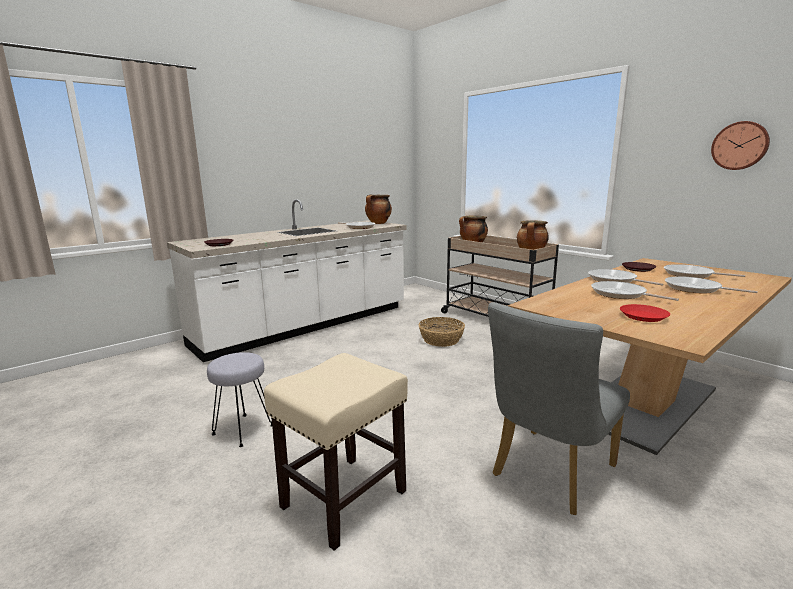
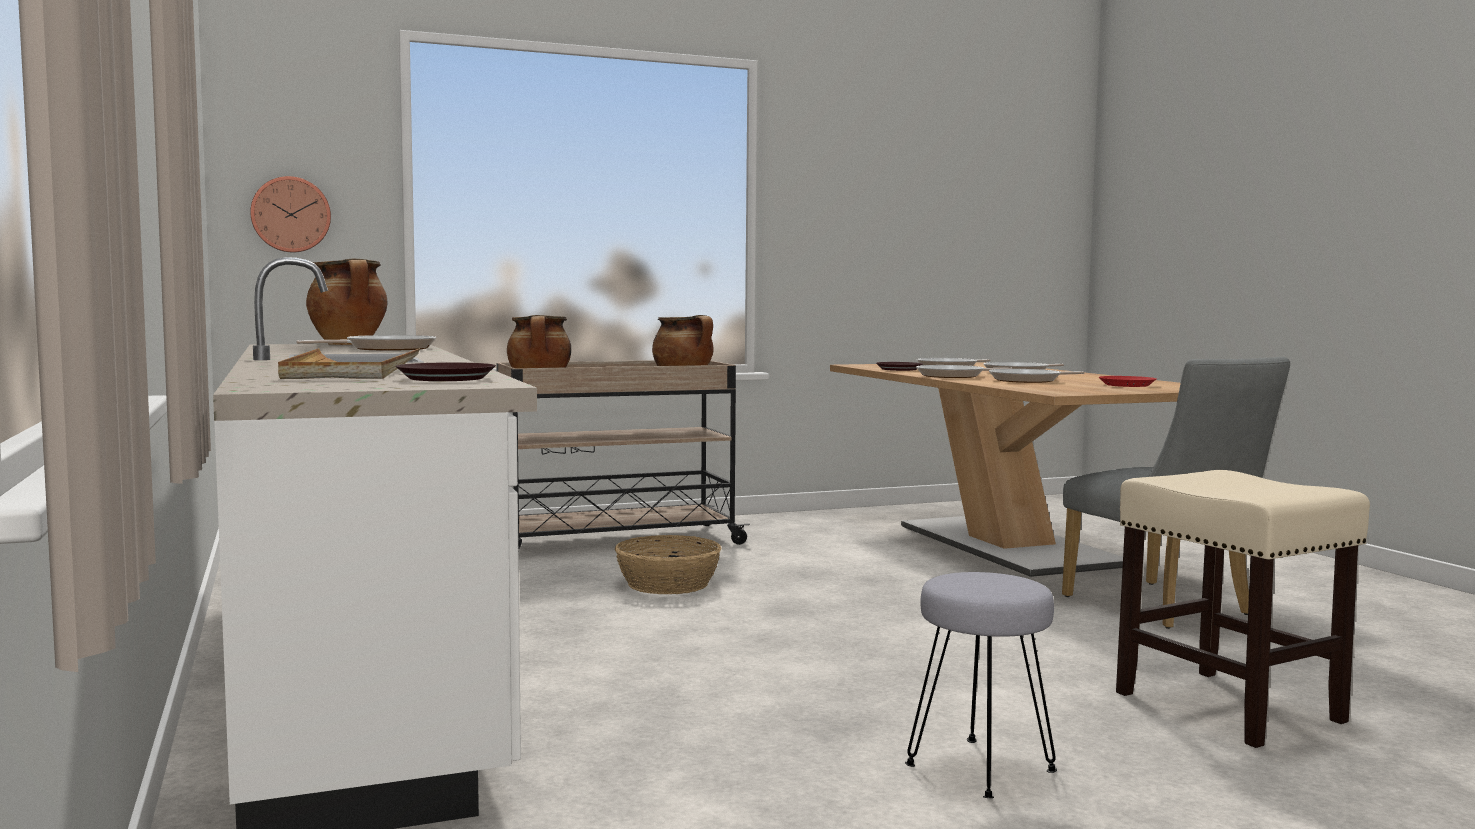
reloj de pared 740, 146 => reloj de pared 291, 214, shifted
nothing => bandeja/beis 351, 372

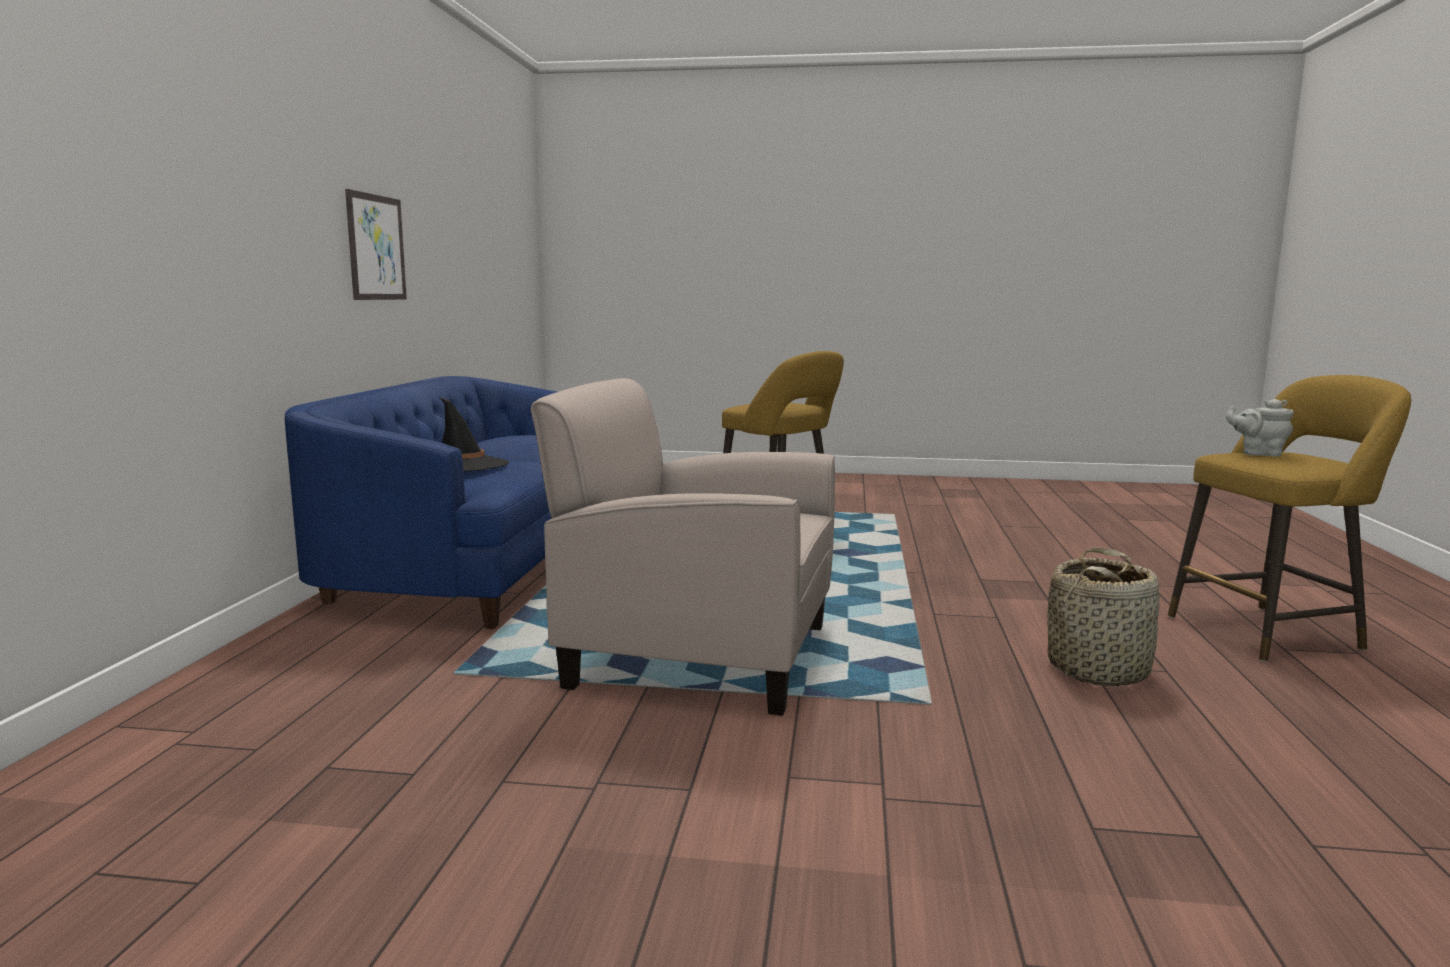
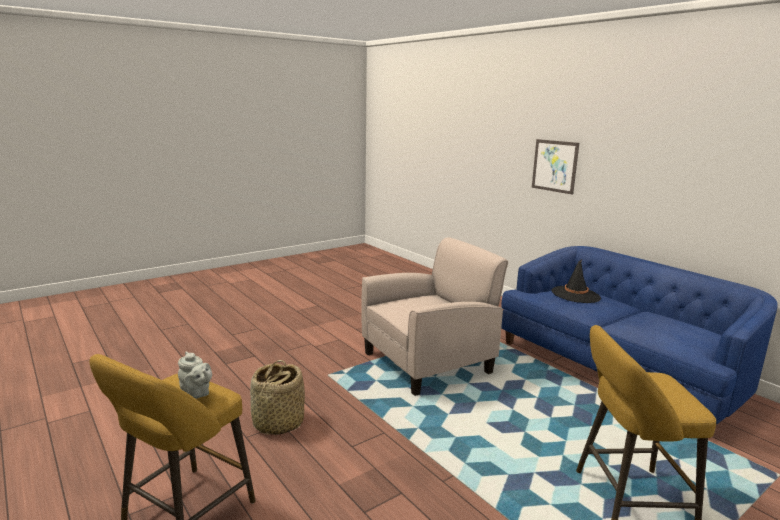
cuadro 376, 247 => cuadro 554, 166, shifted
tetera/gris 1258, 453 => tetera/gris 196, 394, 60 degrees clockwise

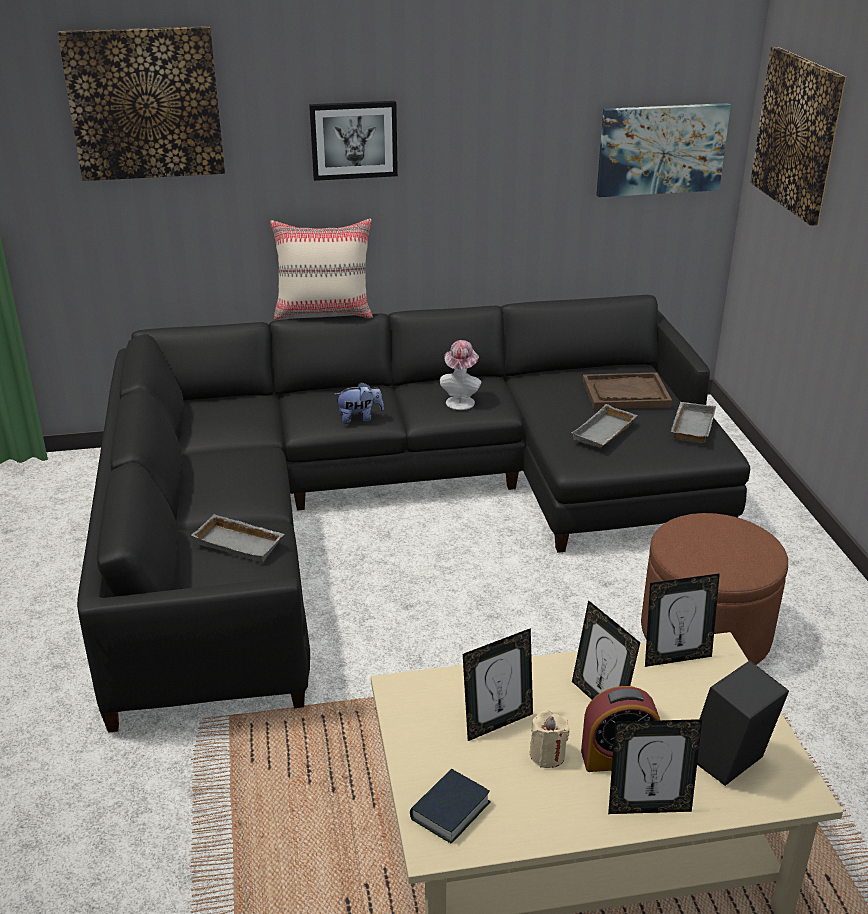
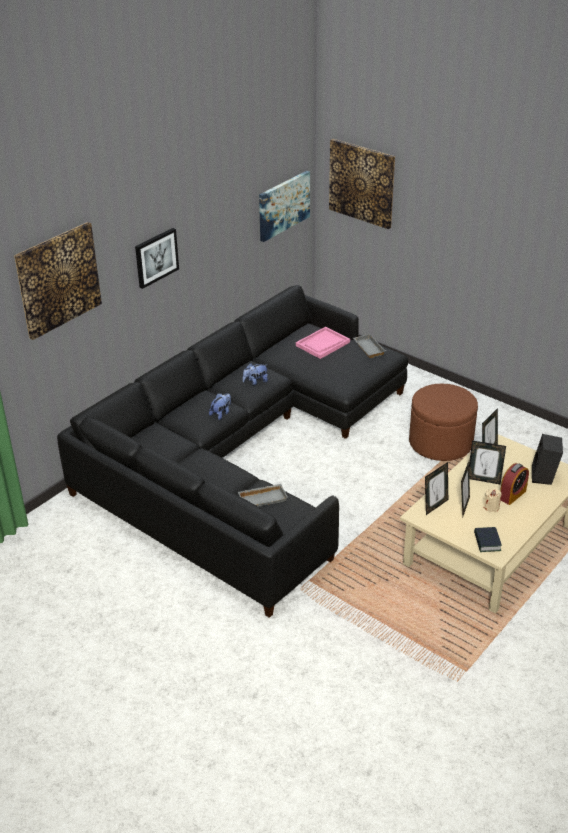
cojín/beis 324, 312 => nothing
sombrero 460, 401 => peluche 255, 382
bandeja/gris 605, 433 => nothing
bandeja/marrón 625, 394 => bandeja/rosa 322, 344
portarretratos 648, 807 => portarretratos 435, 506, shifted

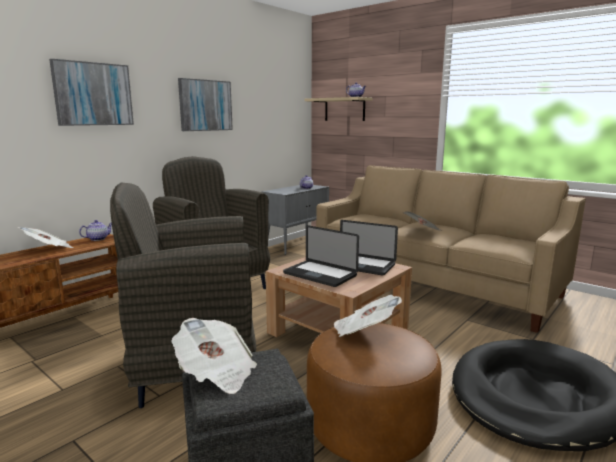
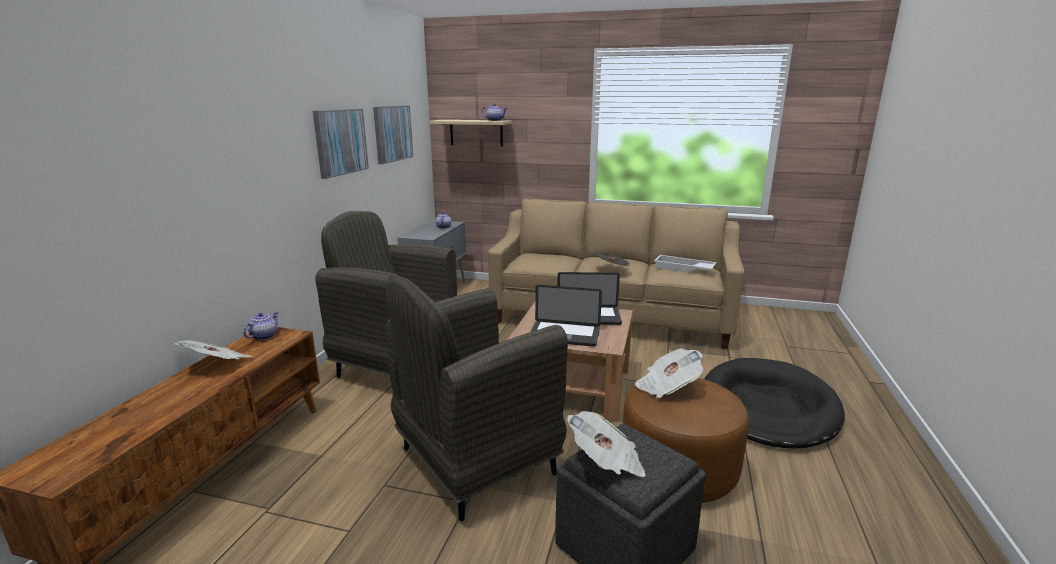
cuadro 93, 94 => cuadro 392, 133, shifted
nothing => bandeja/blanco 683, 269

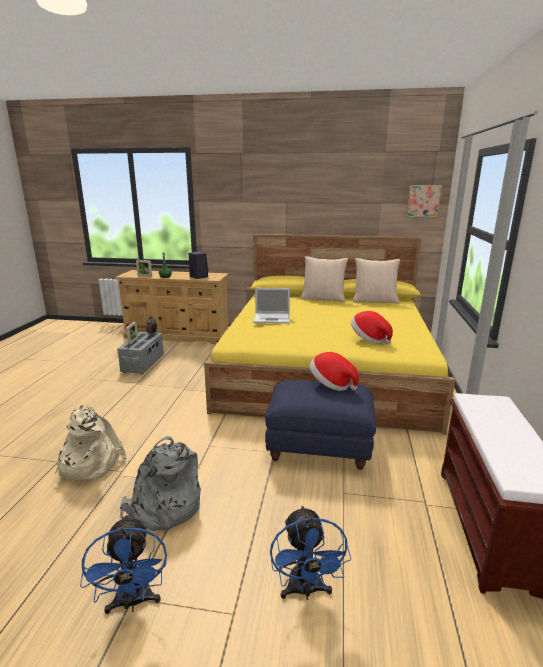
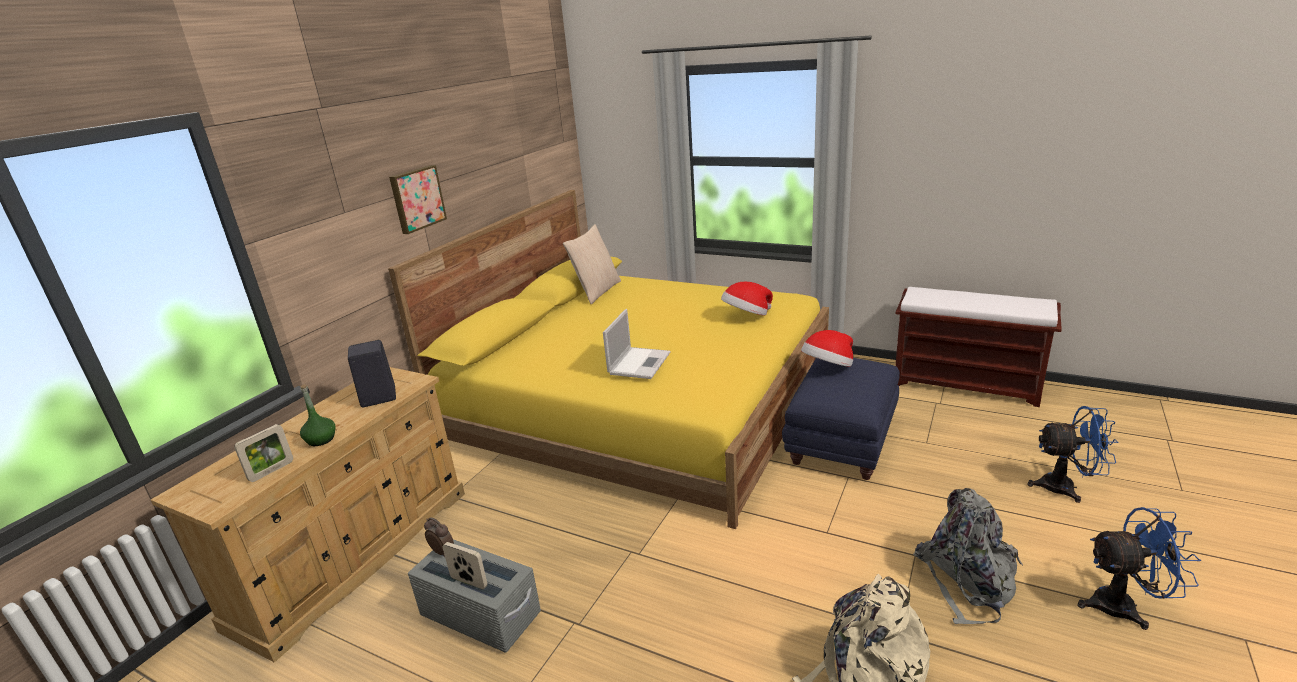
cojín/beis 323, 299 => nothing
cuadro 423, 201 => cuadro 416, 198, shifted

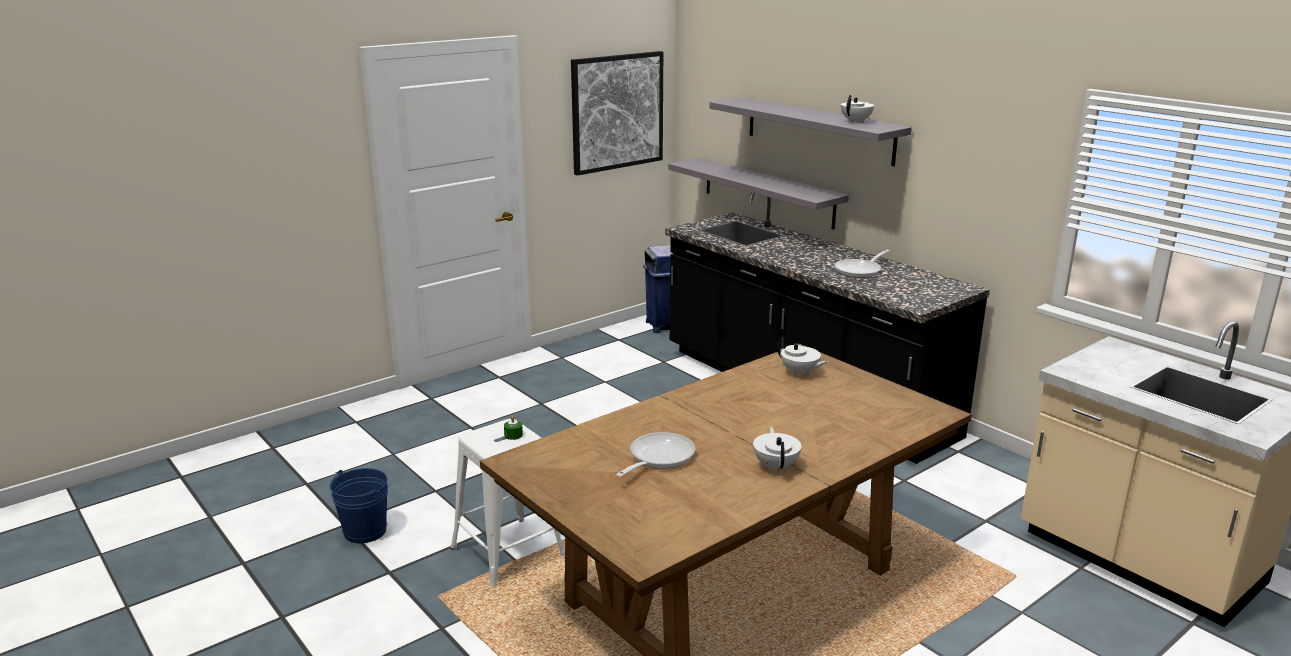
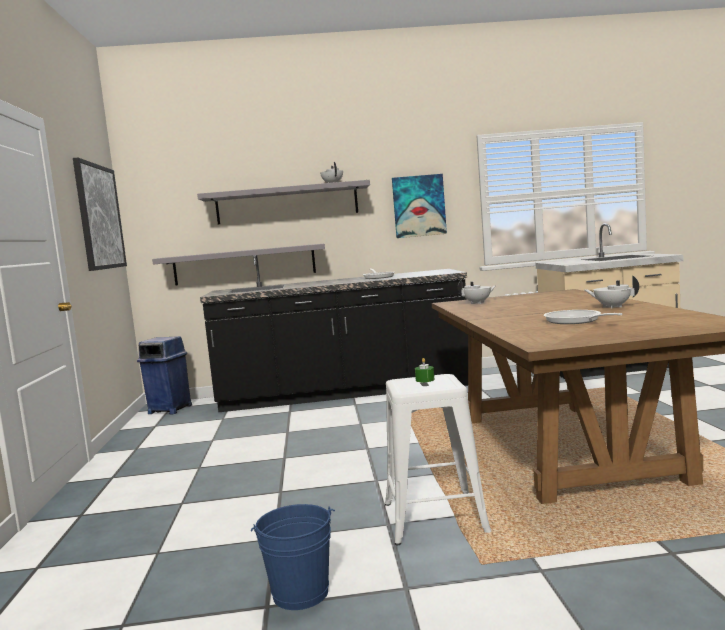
nothing => cuadro 419, 206

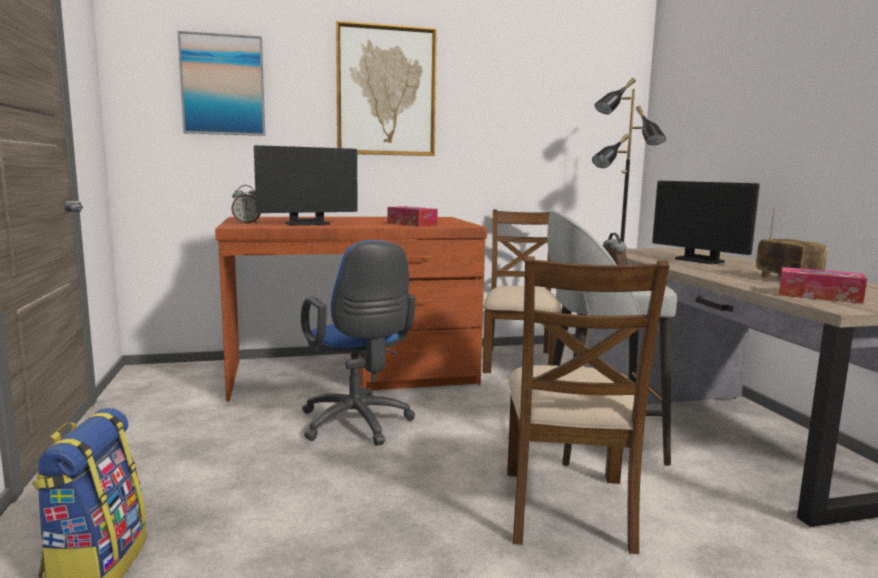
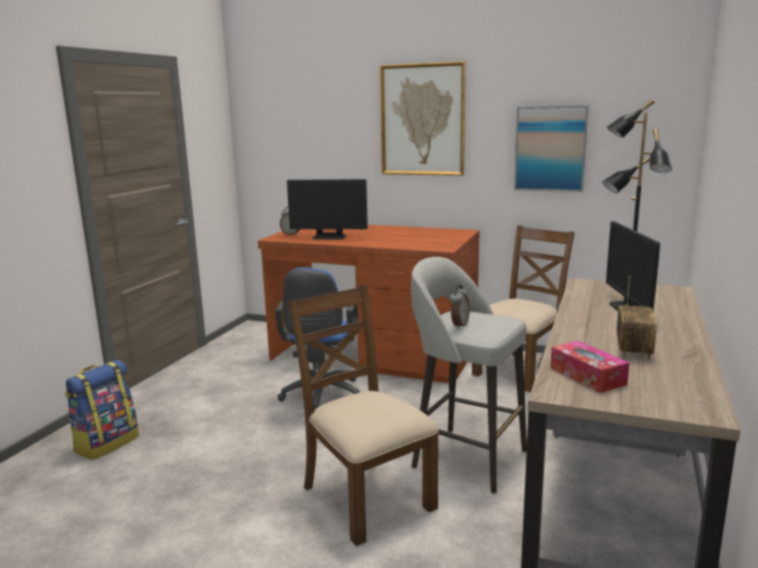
cuadro 223, 85 => cuadro 550, 149, shifted
caja de pañuelos 412, 224 => nothing
silla/marrón 568, 508 => silla/marrón 366, 497, 105 degrees clockwise

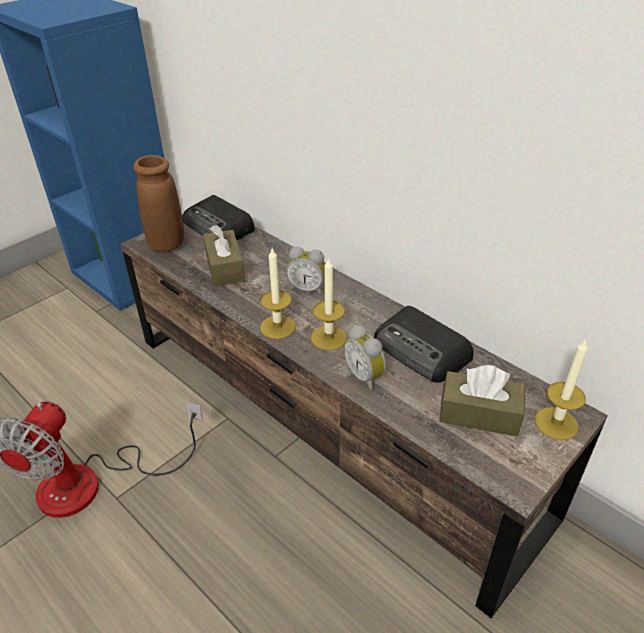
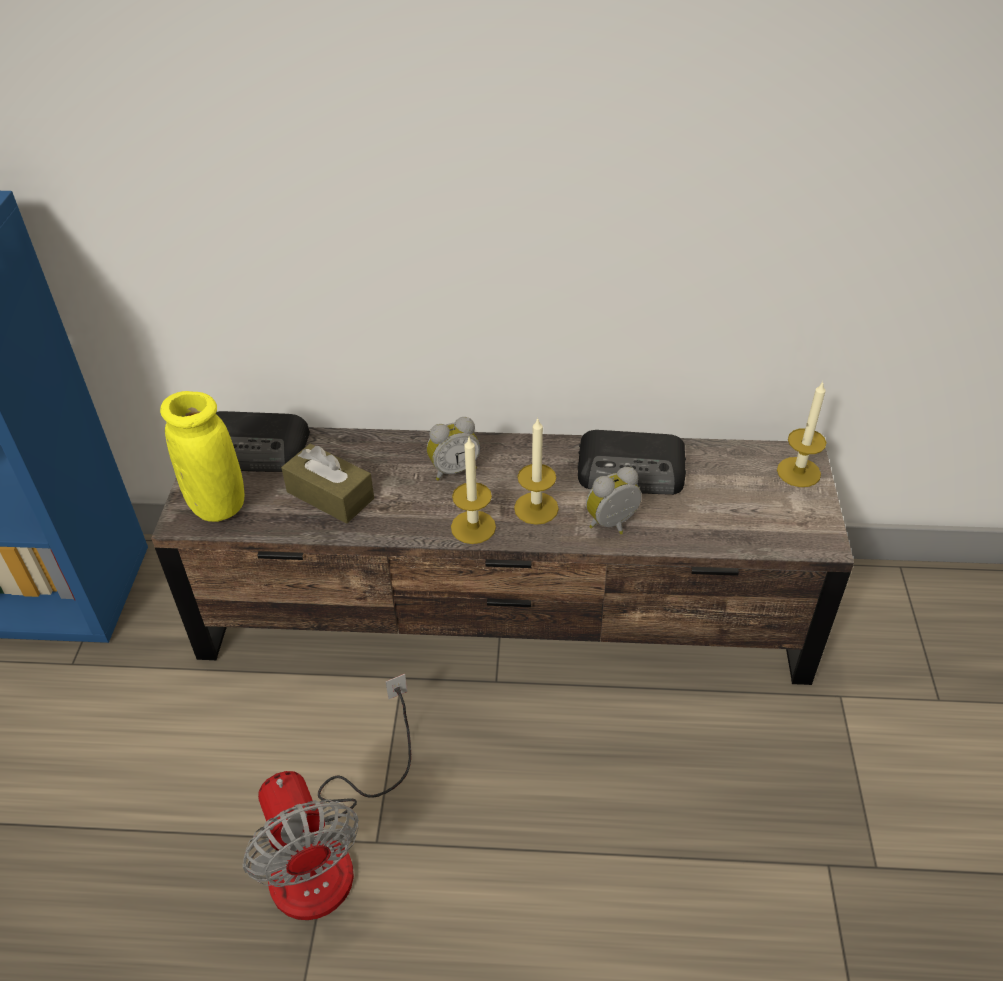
florero/marrón 167, 244 => florero/amarillo 217, 505
despertador 365, 376 => despertador 613, 525, 135 degrees clockwise
caja de pañuelos/marrón 479, 414 => nothing

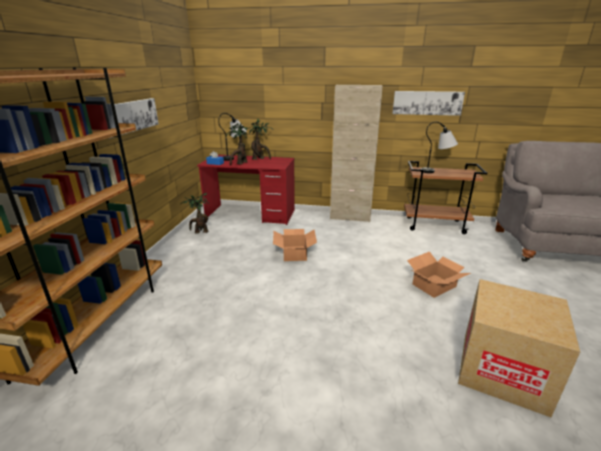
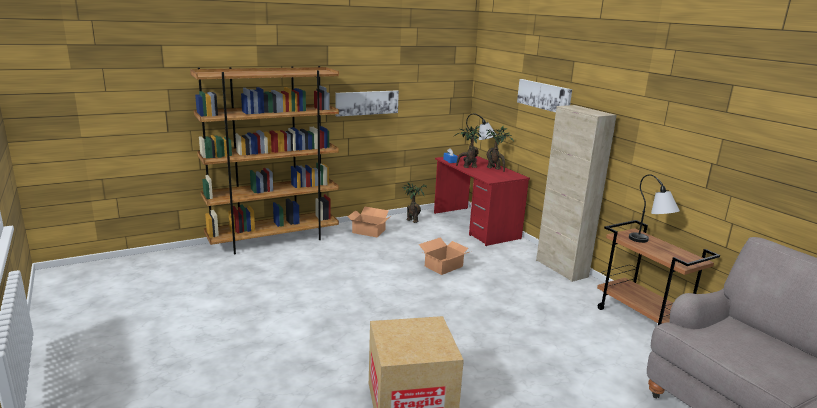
cuadro 427, 103 => cuadro 544, 96, shifted
caja de cartón 433, 285 => caja de cartón 368, 231, shifted

